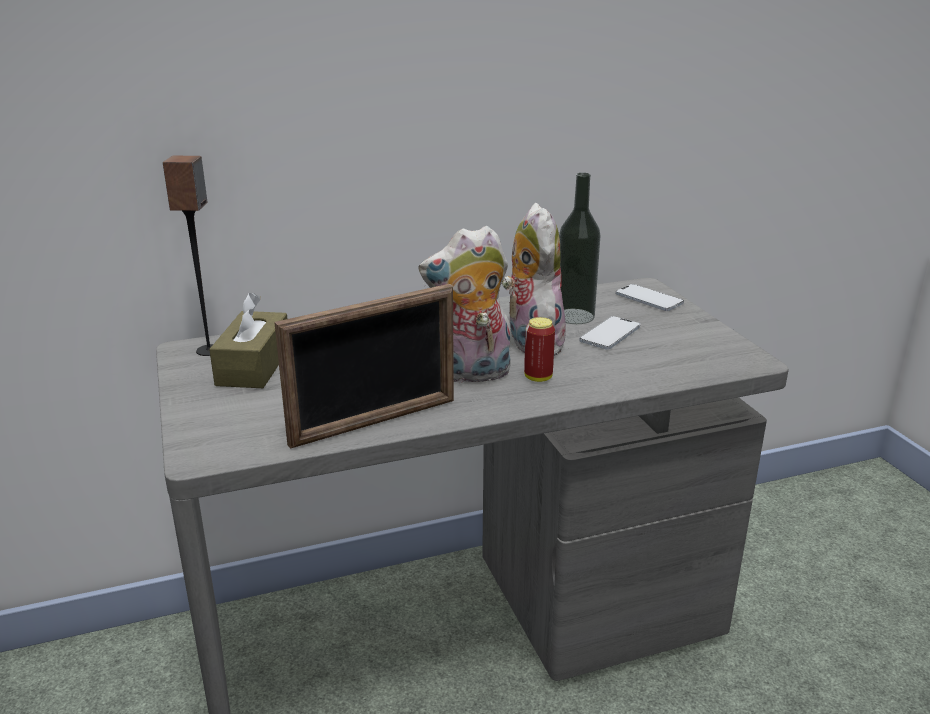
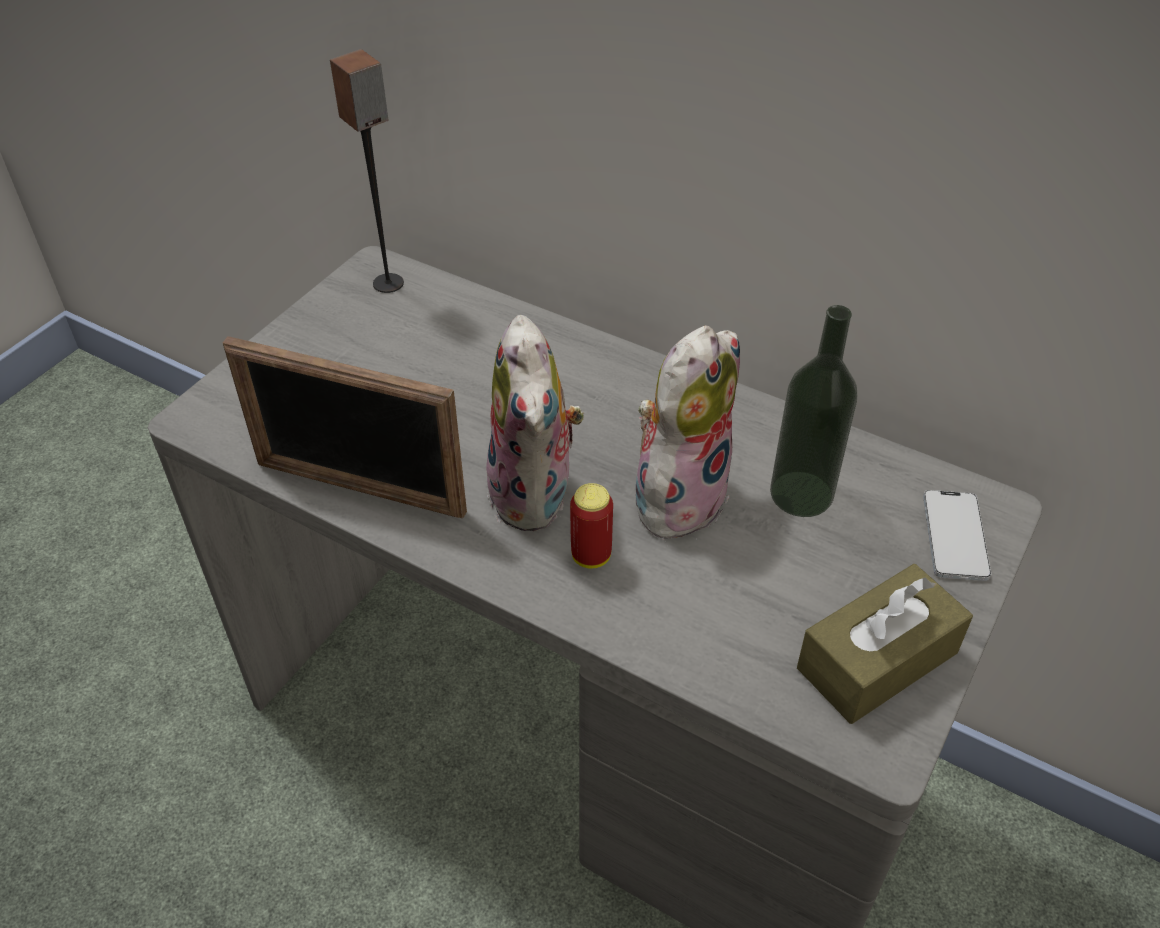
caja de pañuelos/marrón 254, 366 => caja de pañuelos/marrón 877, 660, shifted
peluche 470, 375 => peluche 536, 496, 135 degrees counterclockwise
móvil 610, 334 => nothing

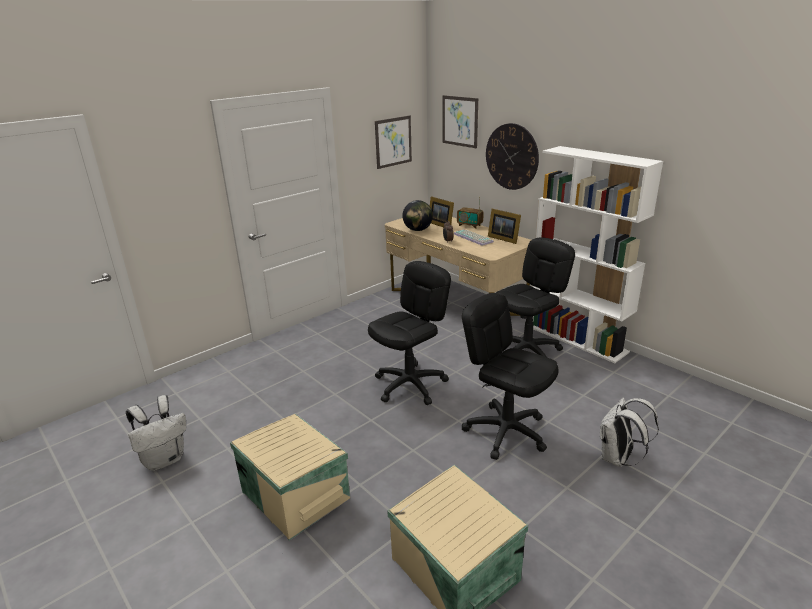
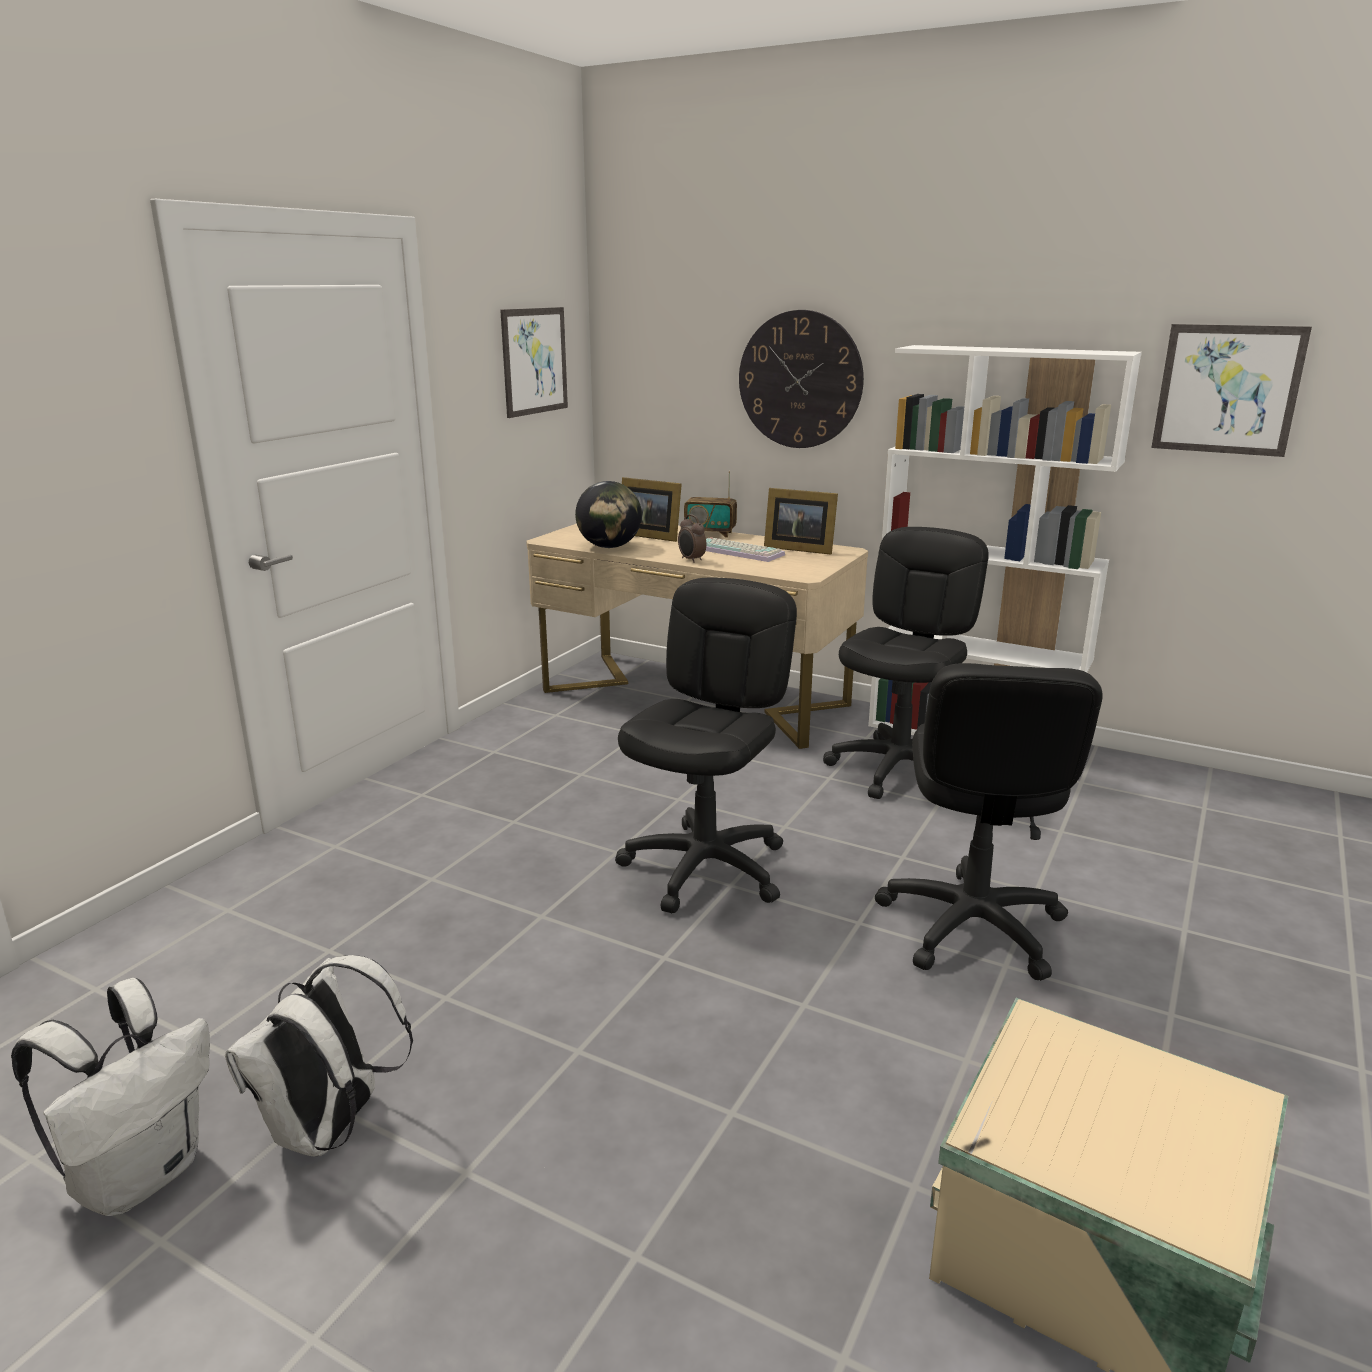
caja de almacenaje/beis 296, 493 => nothing
cuadro 460, 121 => cuadro 1227, 390, shifted
silla de oficina/negro 506, 431 => silla de oficina/negro 971, 926, 105 degrees counterclockwise
mochila/blanco 618, 458 => mochila/blanco 330, 1129, shifted

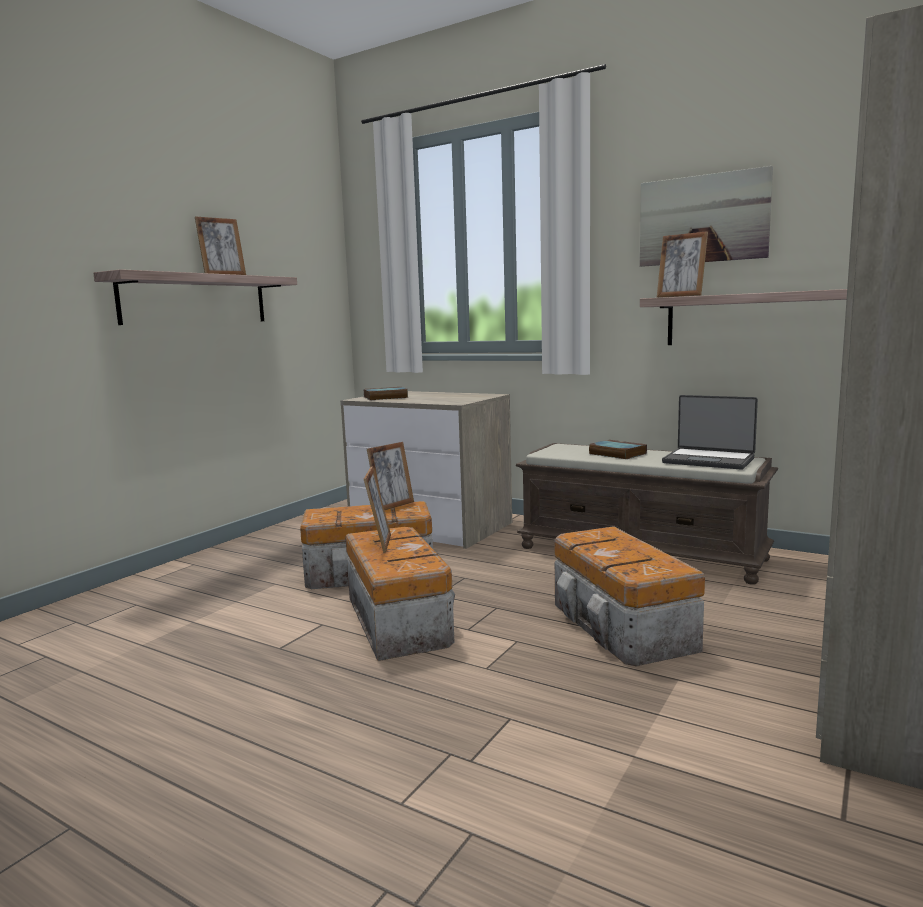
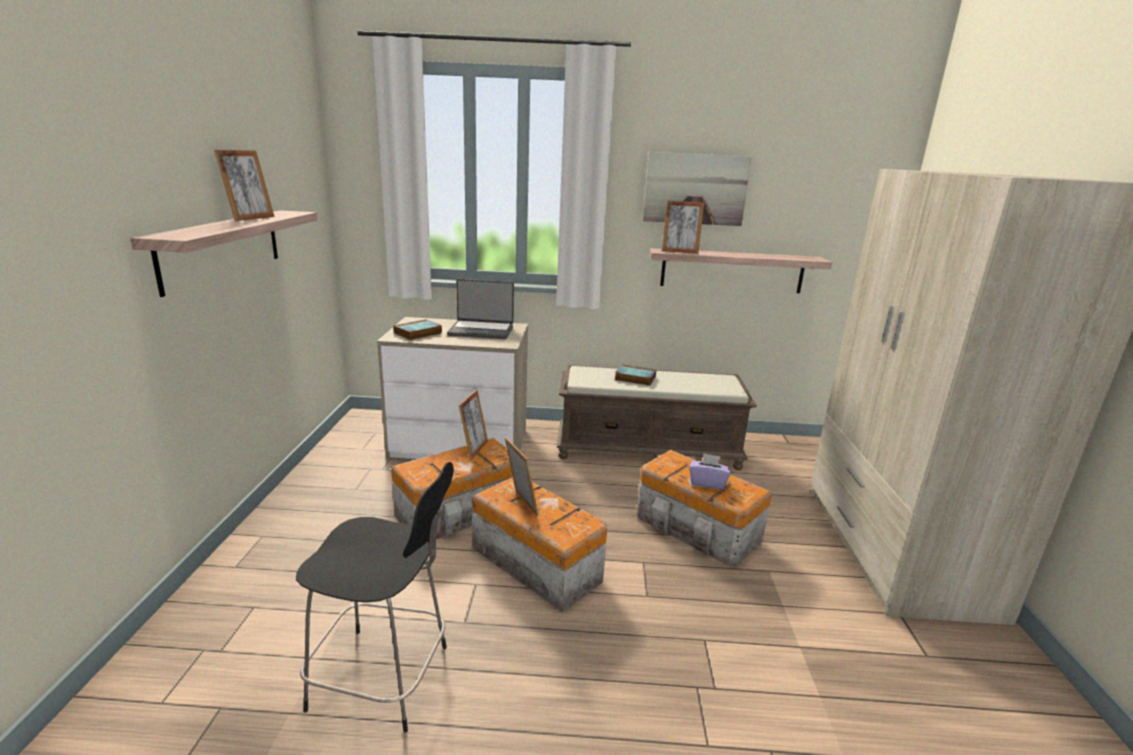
portátil 709, 460 => portátil 481, 331, shifted
nothing => taburete/negro 385, 678
nothing => caja de pañuelos/morado 707, 482

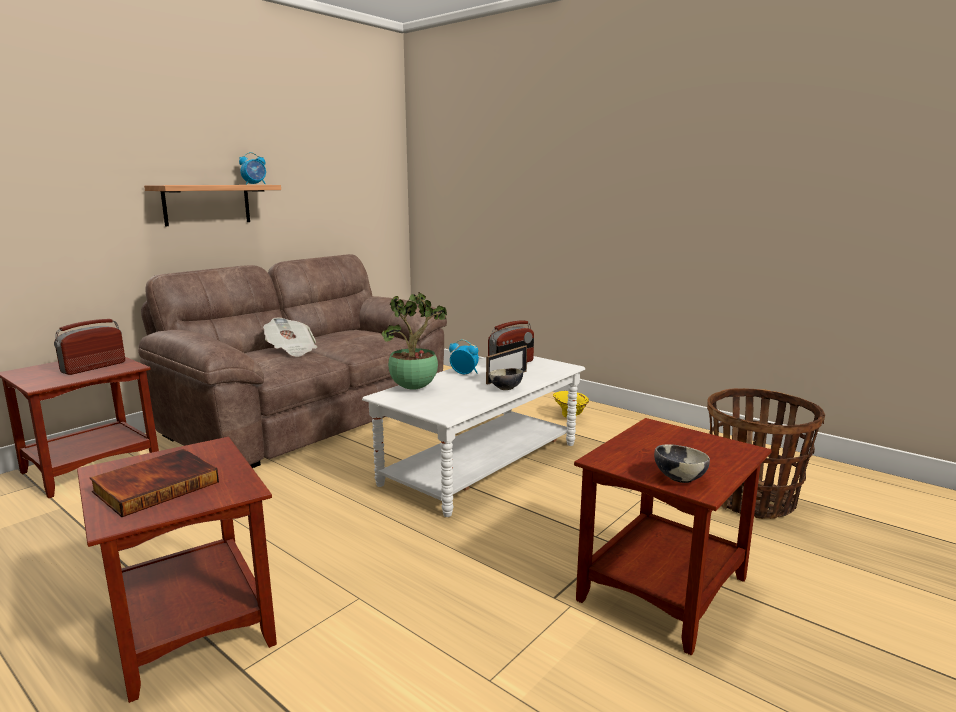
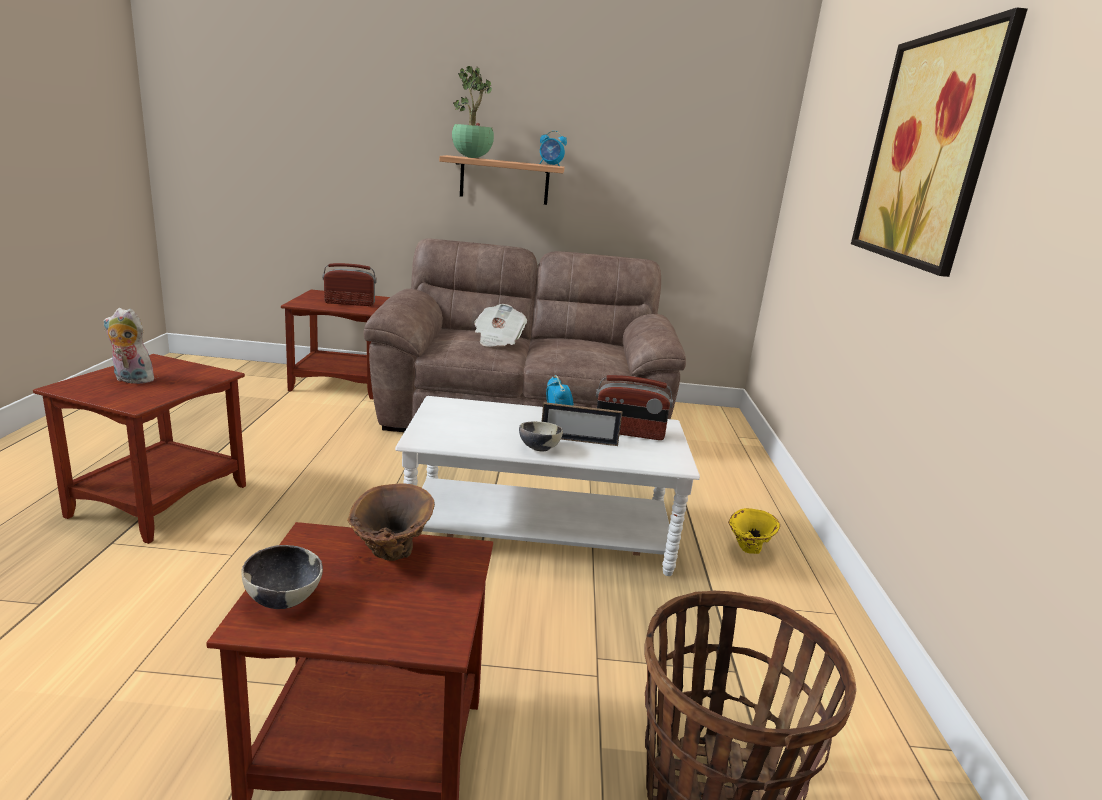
libro 156, 486 => peluche 131, 380
planta en maceta 415, 388 => planta en maceta 472, 158, shifted
nothing => florero/marrón 390, 556
nothing => cuadro 928, 150

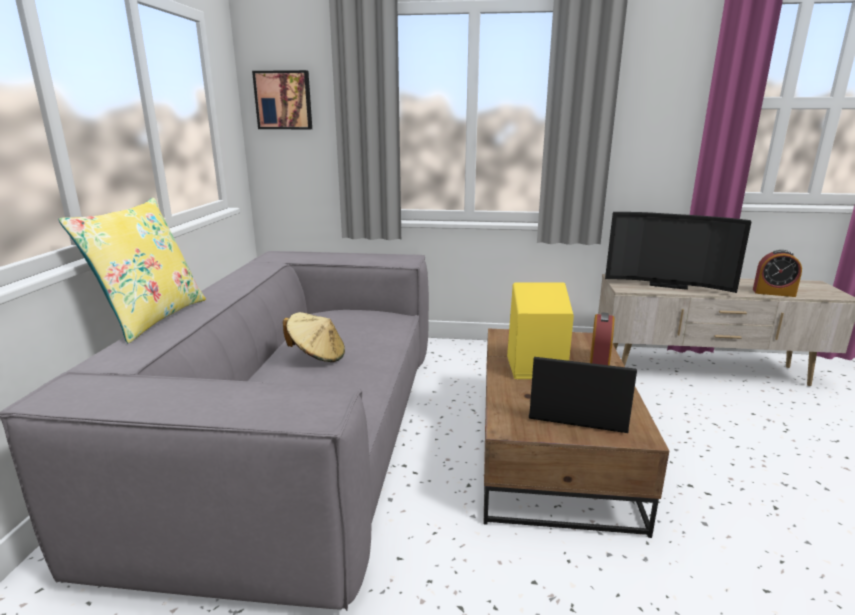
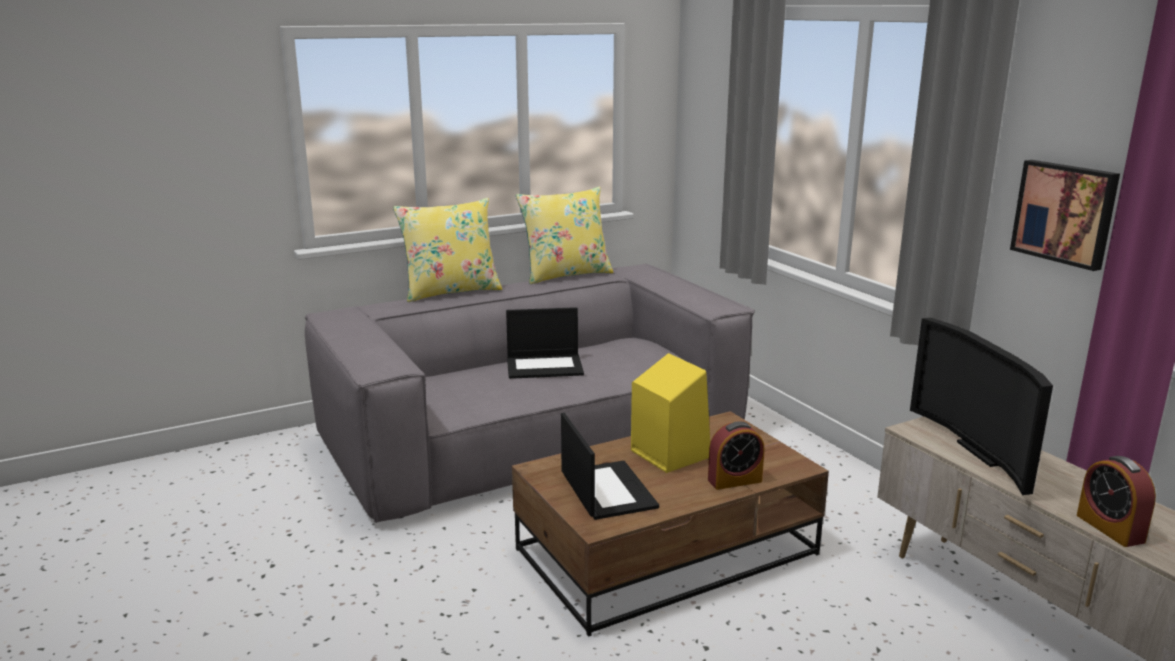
cuadro 284, 100 => cuadro 1065, 213, shifted
sombrero/beis 317, 356 => portátil 545, 366
nothing => cojín/amarillo 565, 274

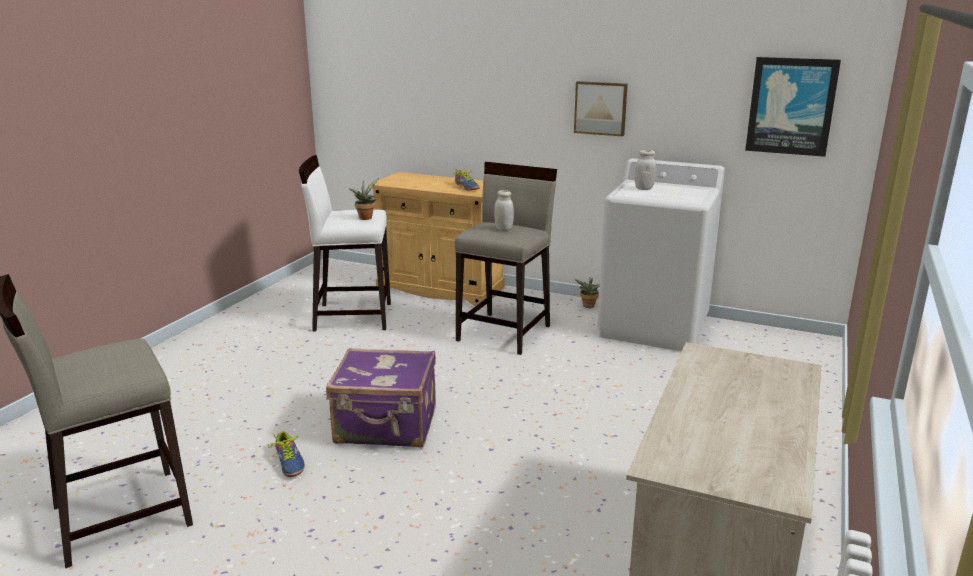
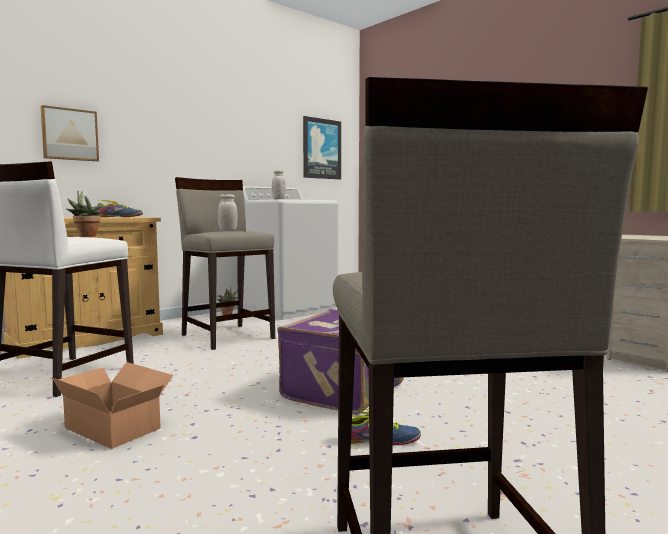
cuadro 601, 108 => cuadro 69, 134, shifted
nothing => caja de cartón 114, 426

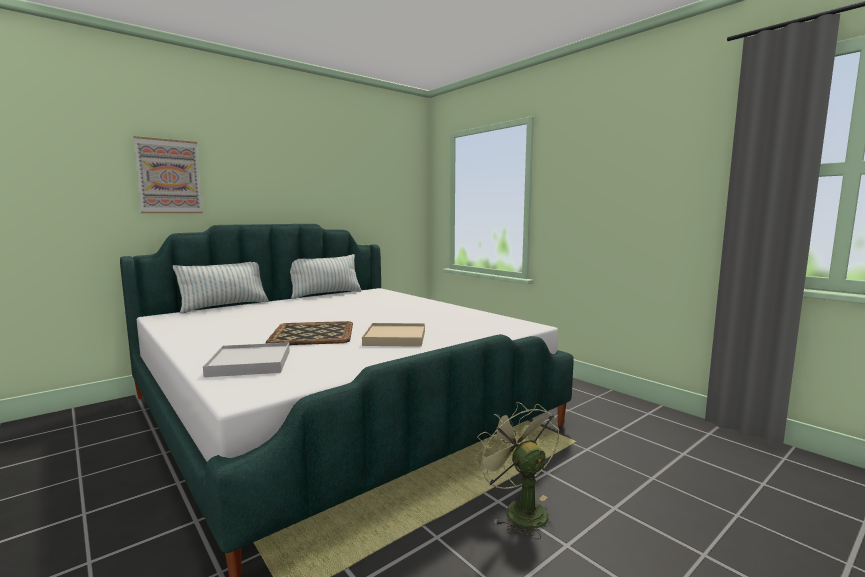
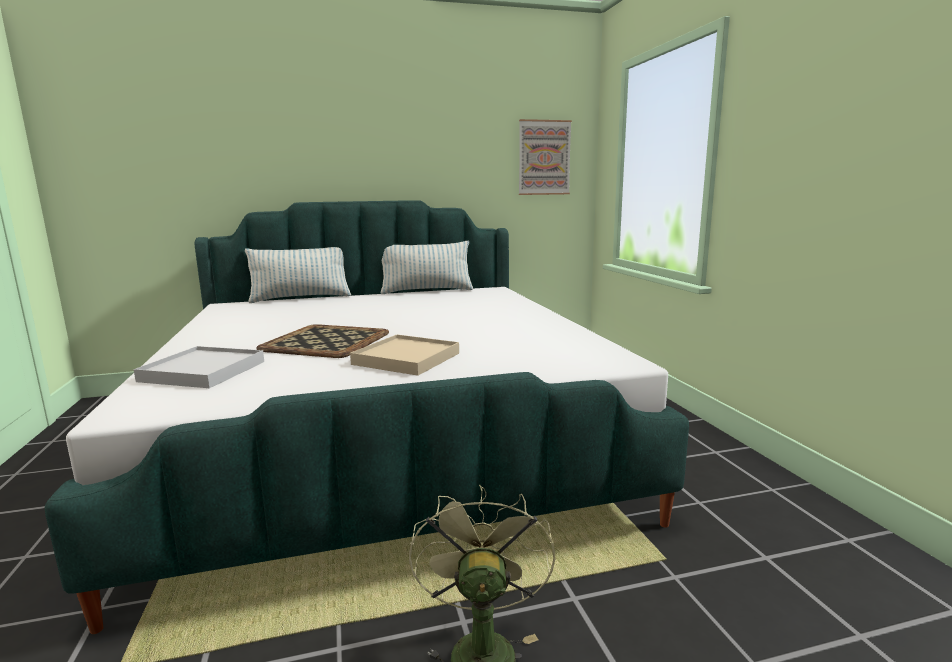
cuadro 169, 176 => cuadro 544, 158, shifted

